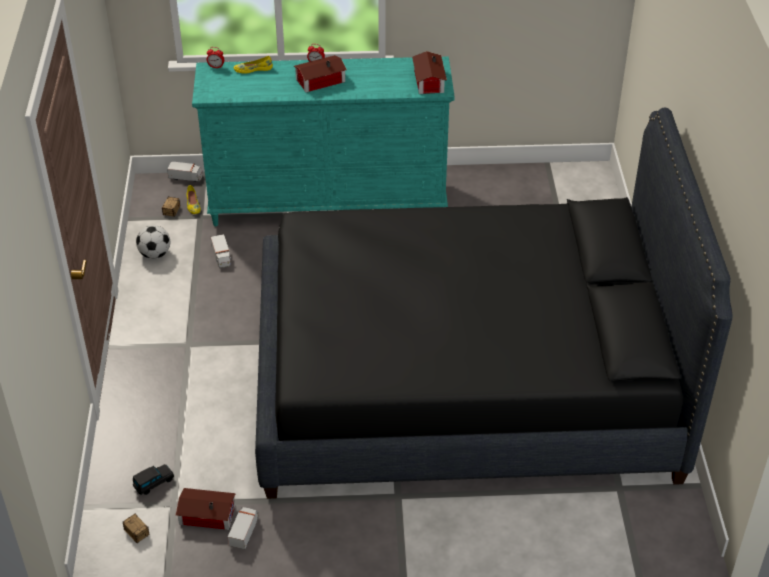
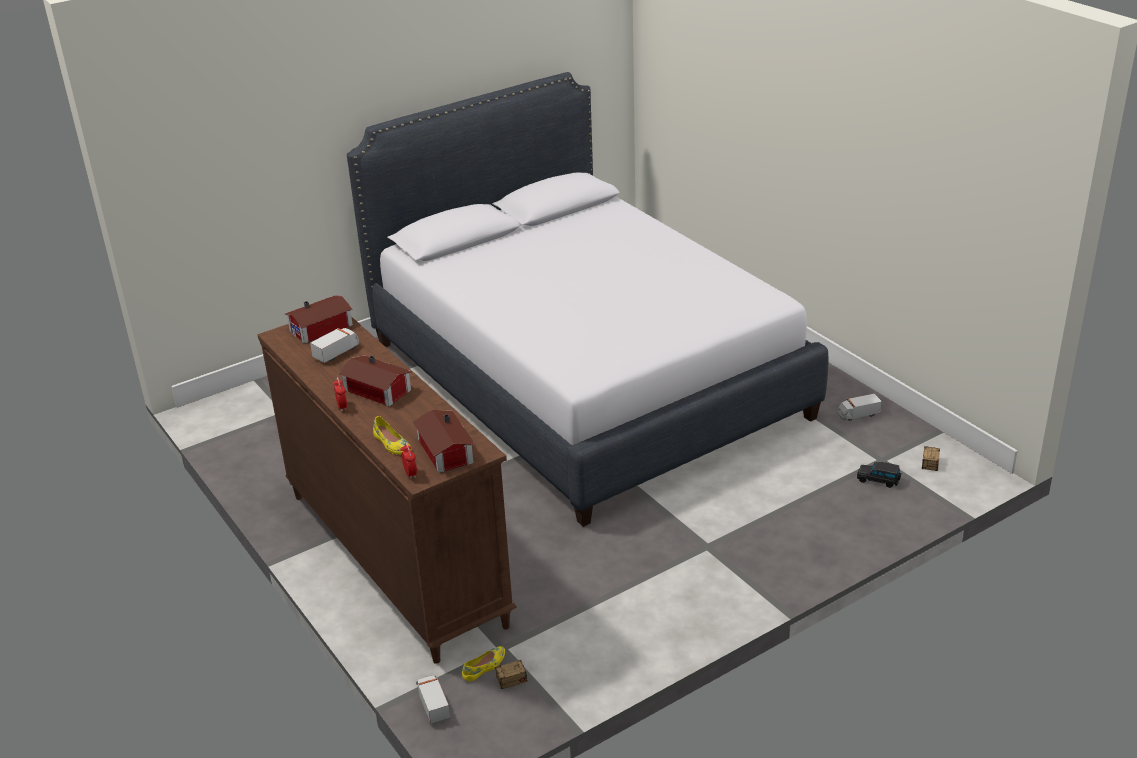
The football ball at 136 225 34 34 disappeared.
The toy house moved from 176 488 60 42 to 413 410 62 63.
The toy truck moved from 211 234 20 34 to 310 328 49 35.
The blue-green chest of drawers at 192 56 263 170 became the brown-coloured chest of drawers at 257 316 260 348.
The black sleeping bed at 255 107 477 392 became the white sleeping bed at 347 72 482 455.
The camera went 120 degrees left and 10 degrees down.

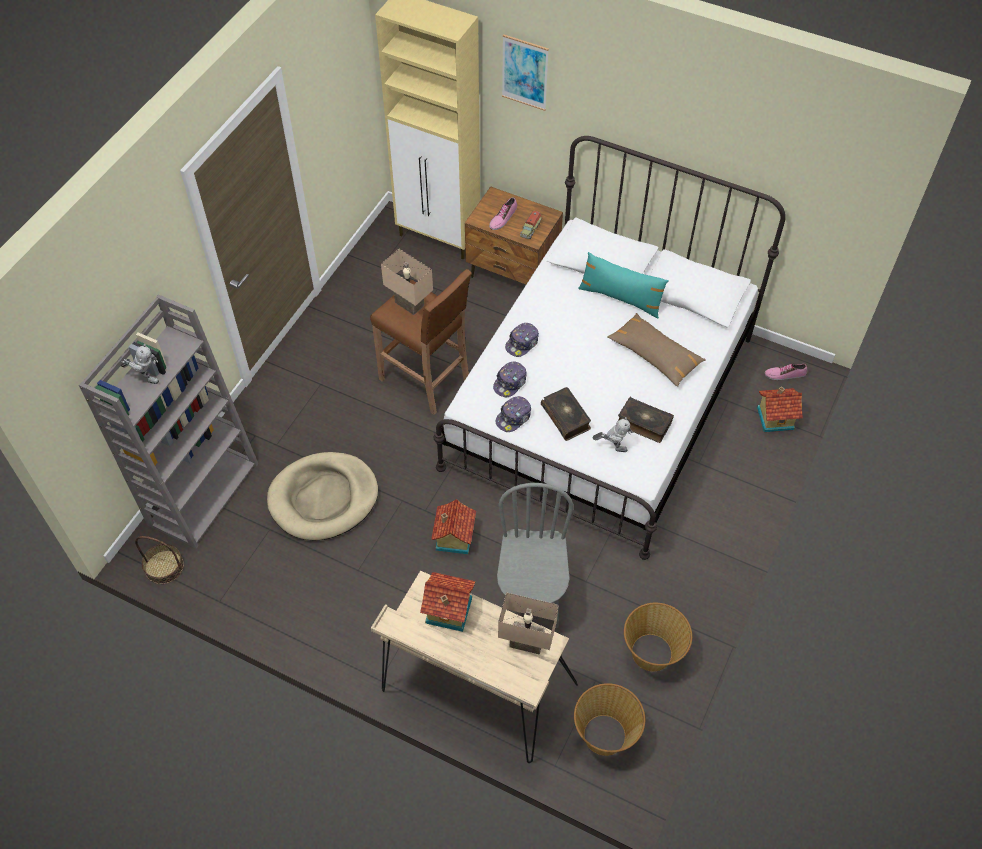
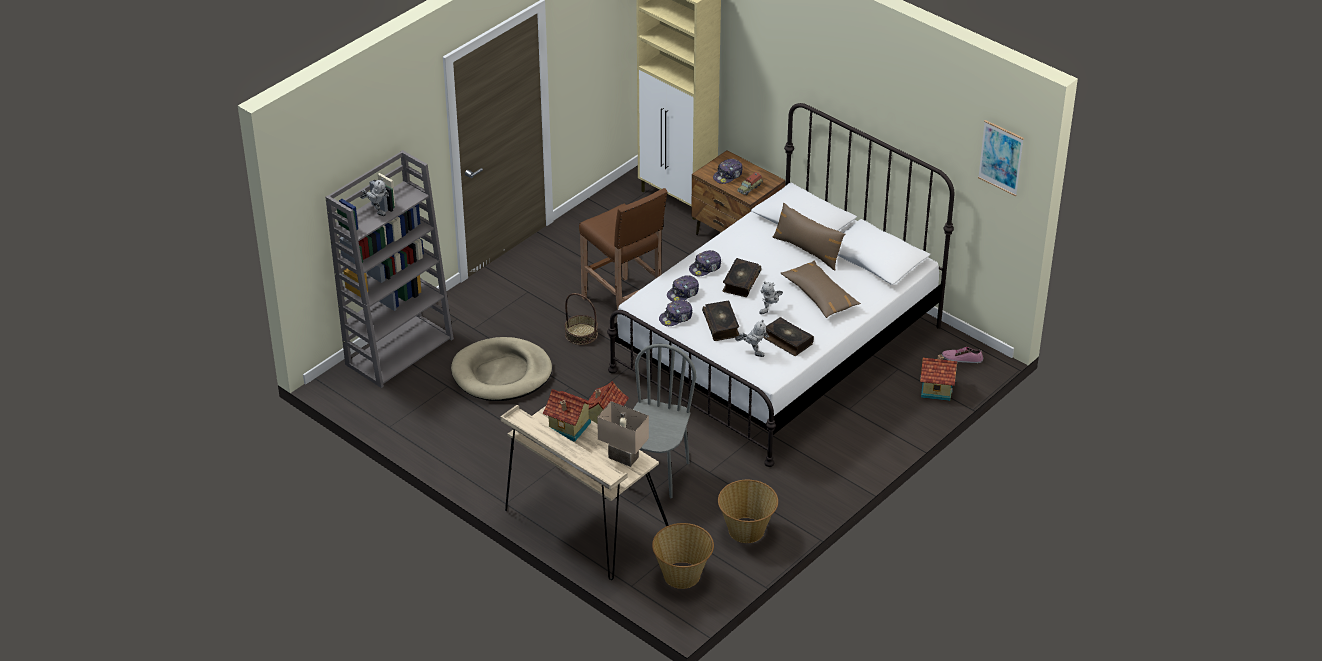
The beige table lamp at 381 249 52 66 disappeared.
The book at 723 258 38 39 appeared.
The model robot at 759 281 24 33 appeared.
The household basket moved from 135 536 49 48 to 565 293 33 52.
The picture moved from 502 34 47 77 to 978 120 46 76.
The shoe at 489 197 28 33 was replaced by the cap at 713 159 30 25.
The blue-green throw pillow at 578 252 91 66 became the brown-coloured throw pillow at 773 202 72 68.
The camera went 15 degrees right and 15 degrees down.

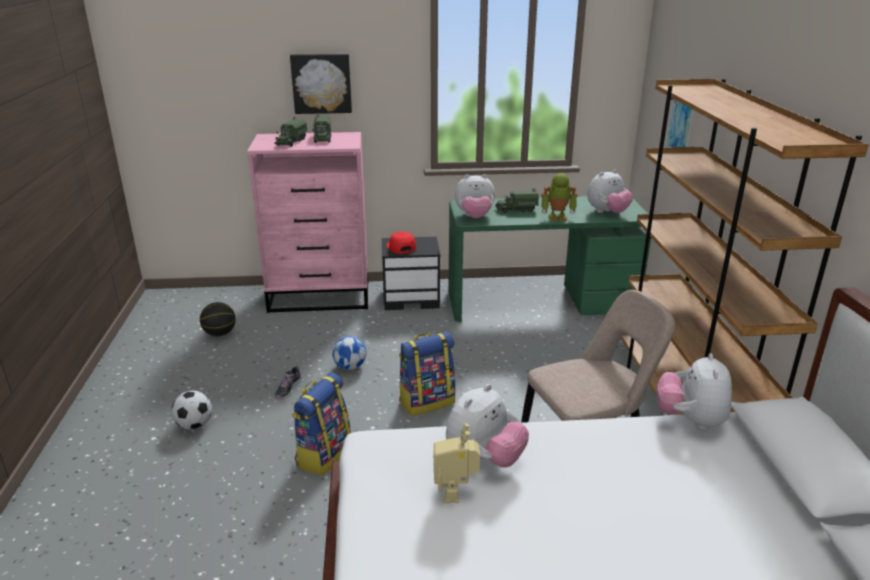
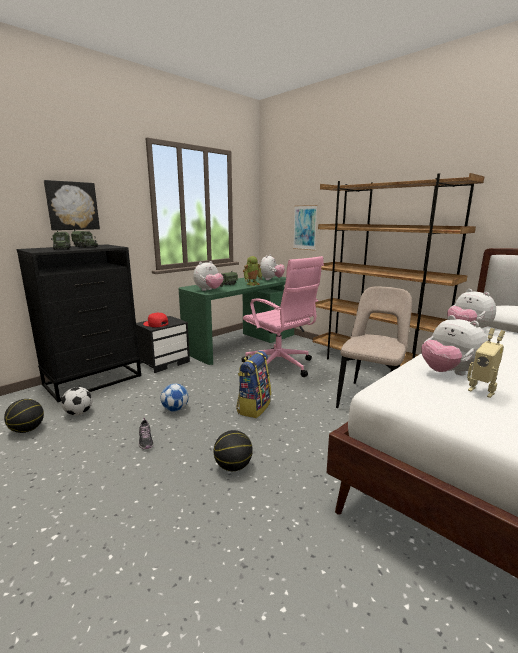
The pink computer chair at 242 256 82 121 appeared.
The football ball moved from 171 391 41 39 to 61 387 31 28.
The backpack at 292 373 59 103 was replaced by the basketball ball at 214 430 39 41.
The pink chest of drawers at 247 132 122 181 became the black chest of drawers at 17 244 124 158.
The soft toy at 446 384 83 83 turned 150 degrees clockwise.
The camera went 40 degrees left and 10 degrees down.

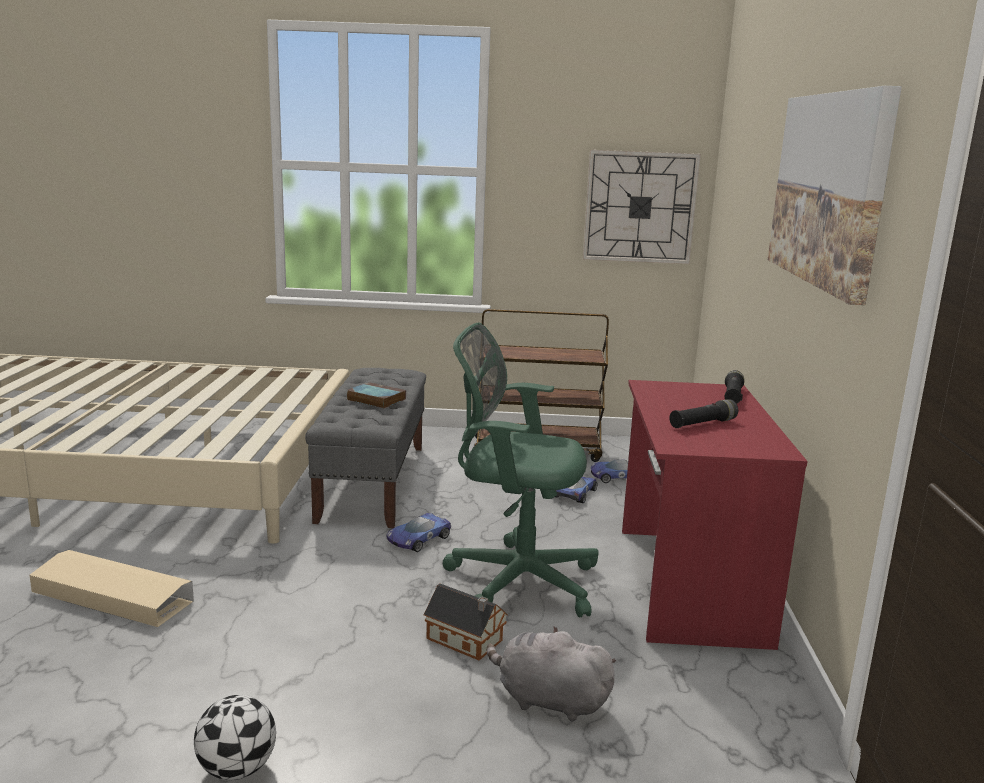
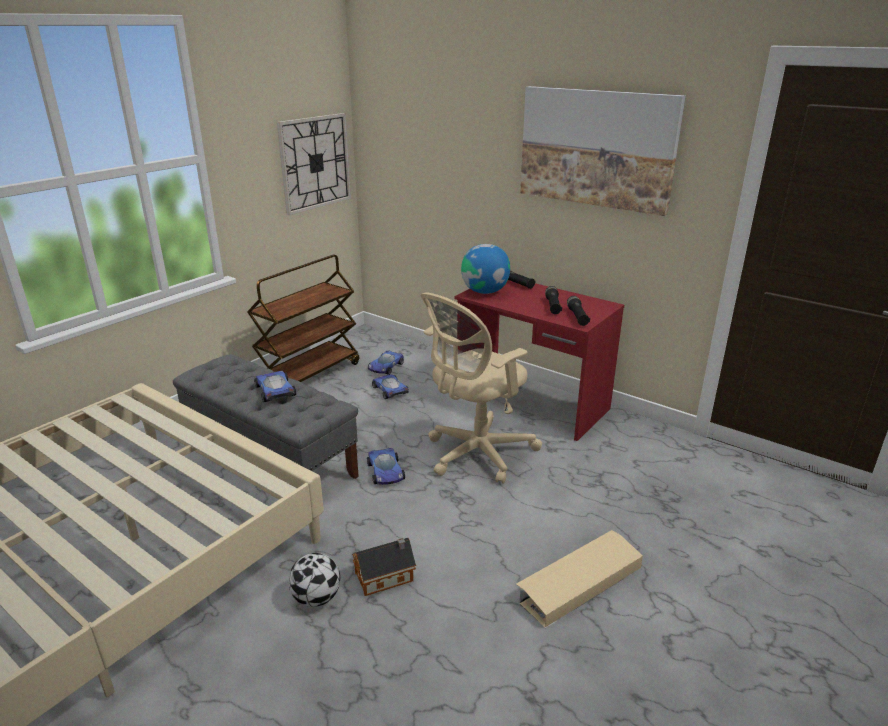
The gray soft toy at 486 626 130 95 disappeared.
The world globe at 461 244 49 50 appeared.
The black torch at 567 296 23 30 appeared.
The beige storage container moved from 30 550 164 77 to 516 530 127 98.
The football ball moved from 194 695 82 85 to 288 553 52 54.
The toy house moved from 424 584 84 77 to 352 538 64 58.
The book at 347 382 59 27 was replaced by the model car at 254 371 42 31.
The green-coloured computer chair at 442 323 157 295 became the beige computer chair at 420 292 122 192.
The camera went 55 degrees left and 10 degrees up.

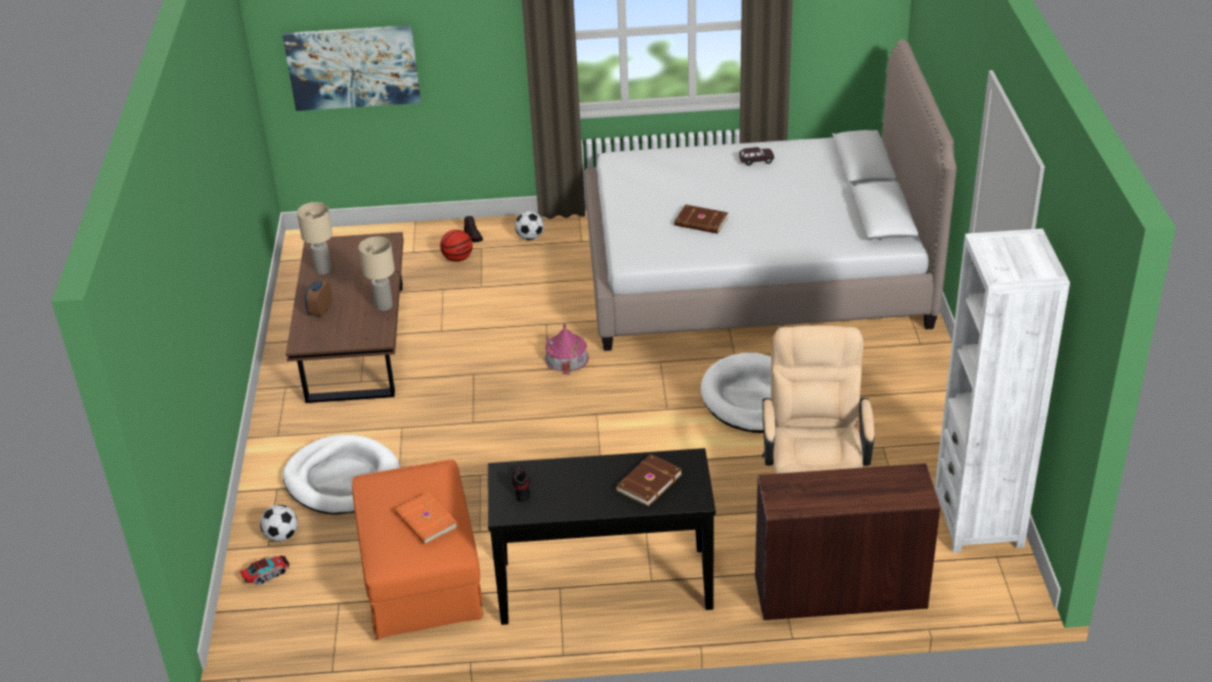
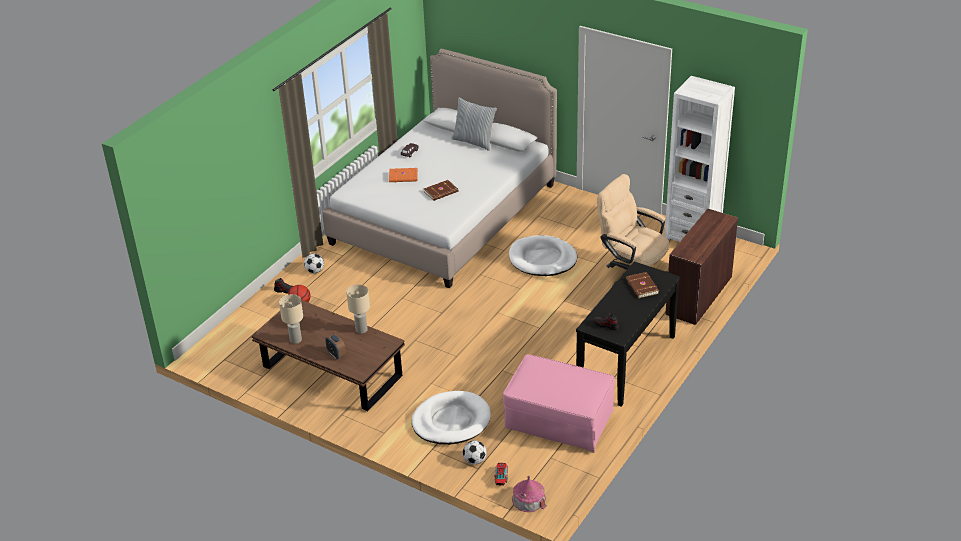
The picture at 283 25 138 86 disappeared.
The throw pillow at 451 98 46 53 appeared.
The orangey book moved from 395 492 63 52 to 389 168 29 14.
The toy house moved from 545 323 44 52 to 512 476 35 36.
The orangey ottoman at 352 460 131 180 became the pink ottoman at 503 354 112 99.
The camera went 55 degrees left and 0 degrees up.

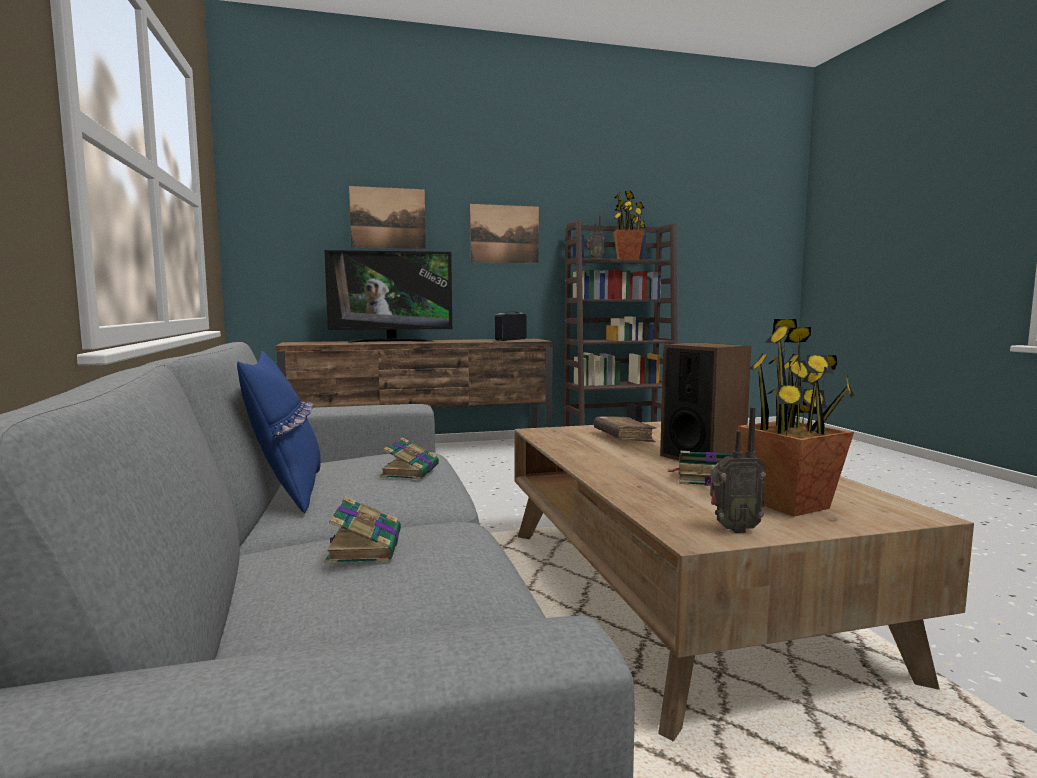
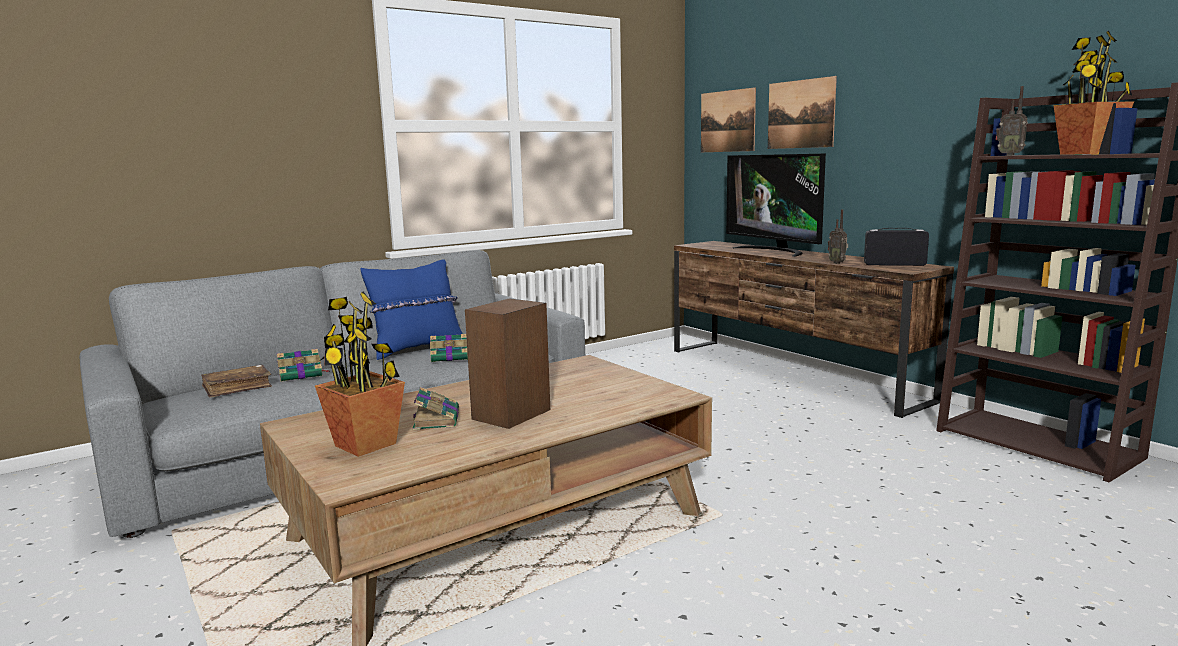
The picture moved from 470 204 69 59 to 701 87 55 65.
The brown-coloured book moved from 593 416 63 26 to 202 365 70 33.
The radio receiver moved from 710 407 56 126 to 828 209 20 55.
The camera went 70 degrees right and 5 degrees up.

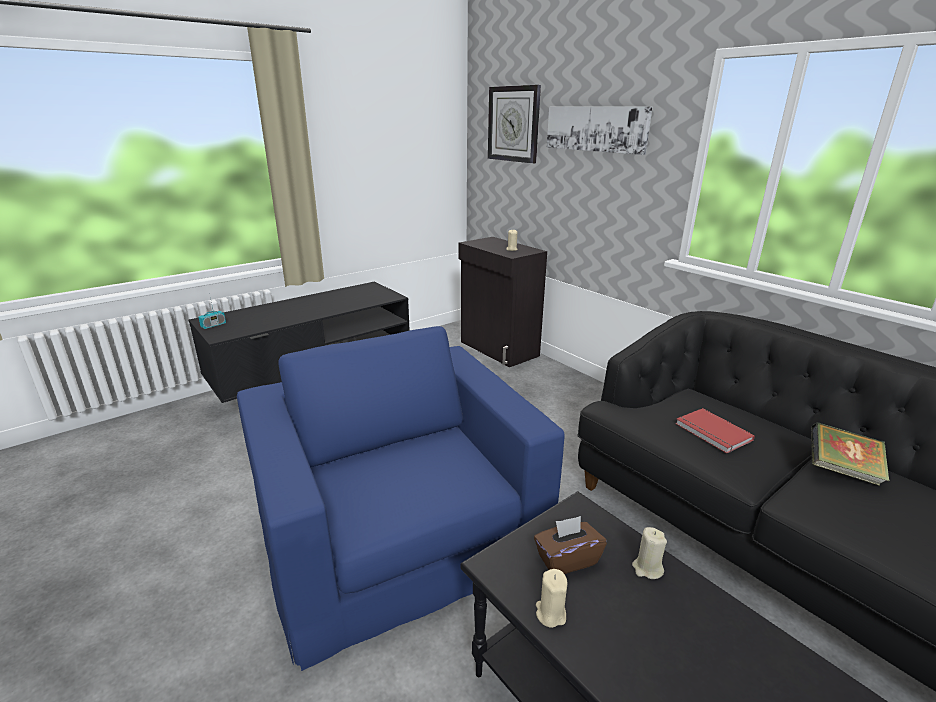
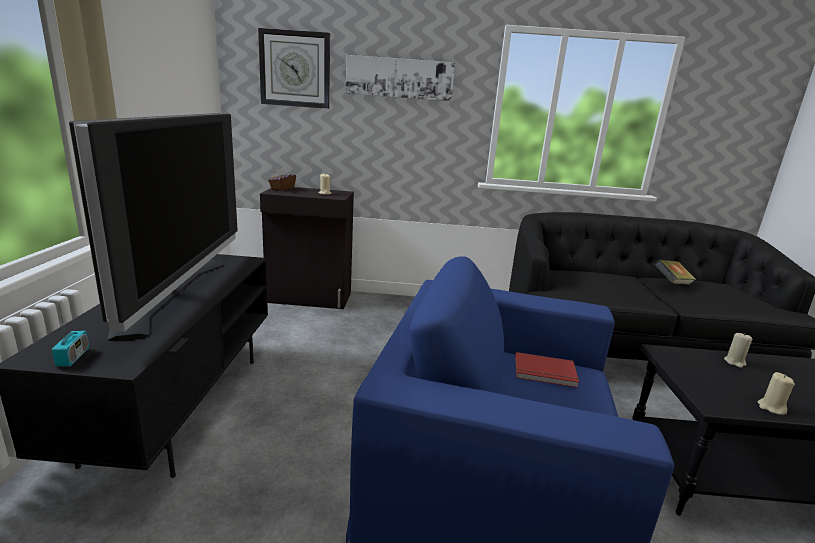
The TV set at 69 113 169 228 appeared.
The brown-coloured box of tissues moved from 534 516 73 58 to 268 168 28 23.
The red book moved from 675 408 80 45 to 515 352 64 36.
The camera went 50 degrees left and 5 degrees down.

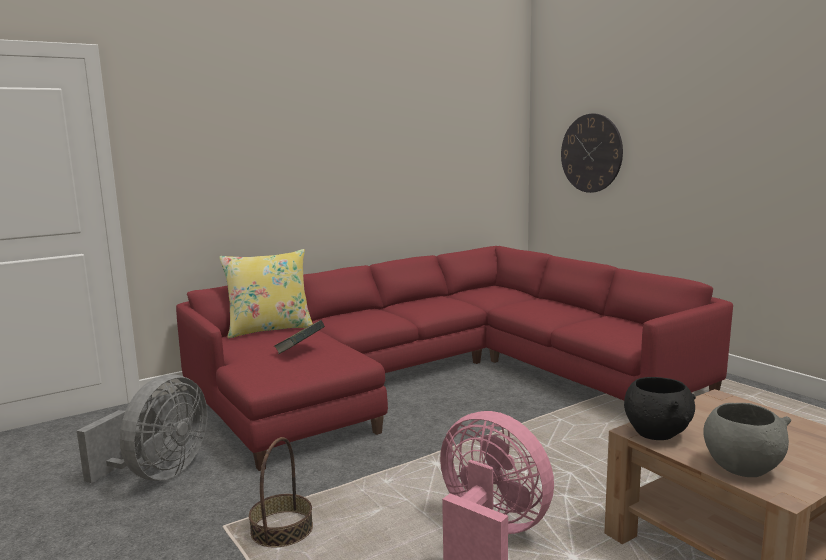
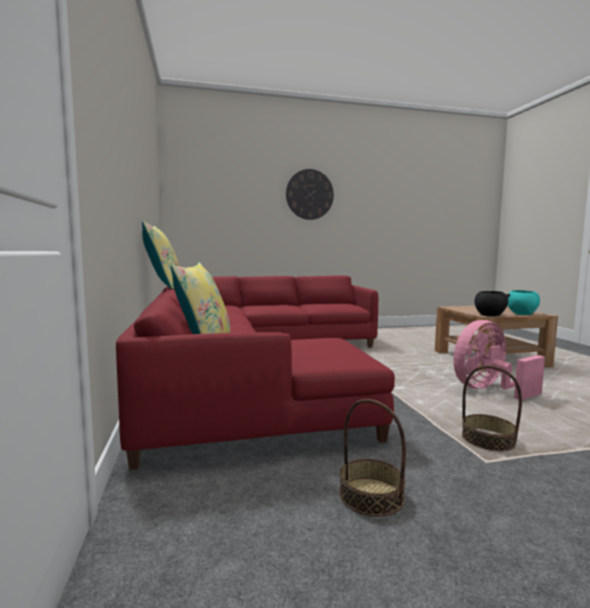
The book at 275 320 50 35 disappeared.
The yellow-coloured throw pillow at 142 221 37 68 appeared.
The clock on the wall moved from 561 114 62 79 to 286 169 48 51.
The gray fan at 77 374 131 109 was replaced by the household basket at 339 399 67 118.
The gray bowl at 703 403 88 74 became the blue-green bowl at 508 290 32 25.
The camera went 70 degrees left and 5 degrees down.

